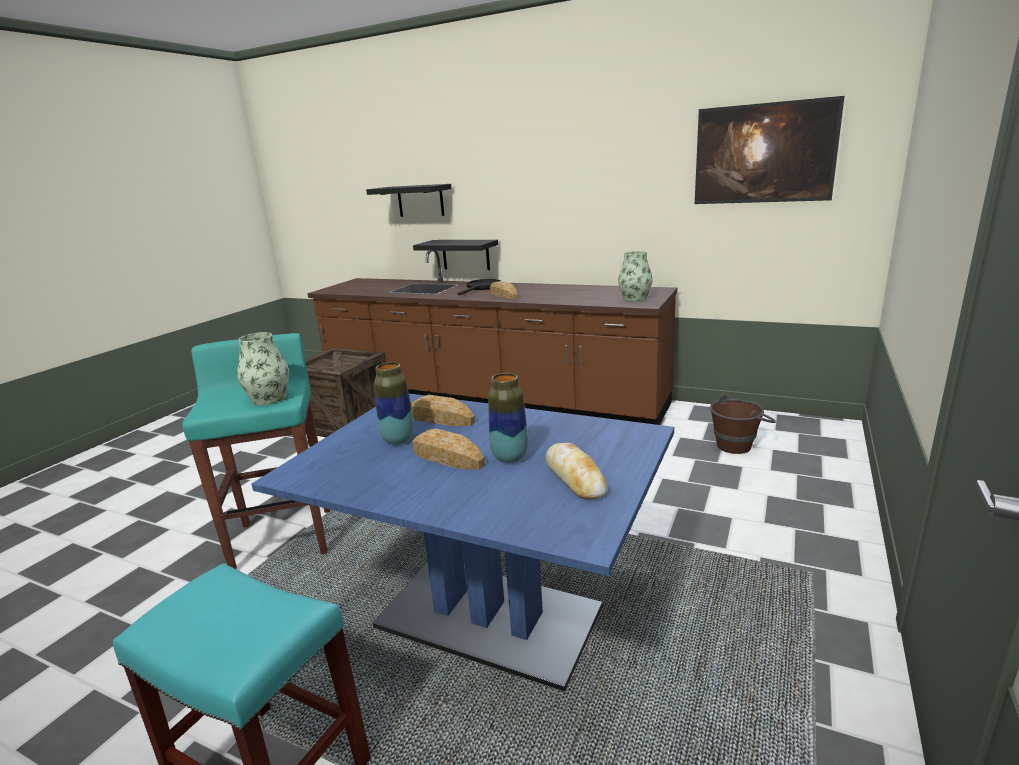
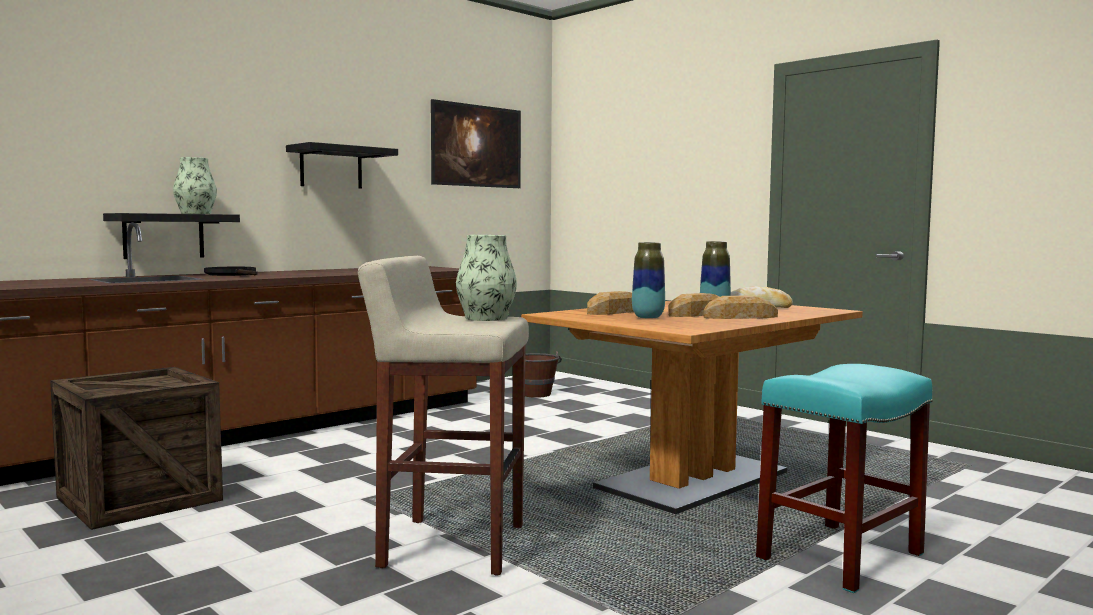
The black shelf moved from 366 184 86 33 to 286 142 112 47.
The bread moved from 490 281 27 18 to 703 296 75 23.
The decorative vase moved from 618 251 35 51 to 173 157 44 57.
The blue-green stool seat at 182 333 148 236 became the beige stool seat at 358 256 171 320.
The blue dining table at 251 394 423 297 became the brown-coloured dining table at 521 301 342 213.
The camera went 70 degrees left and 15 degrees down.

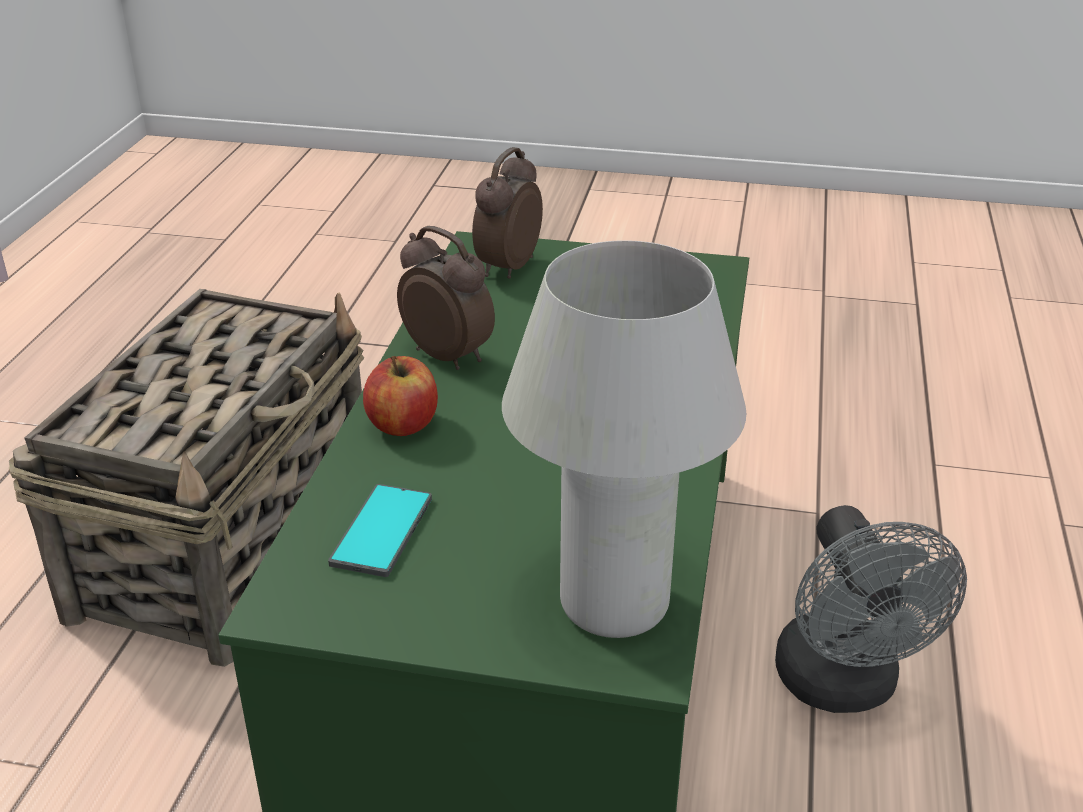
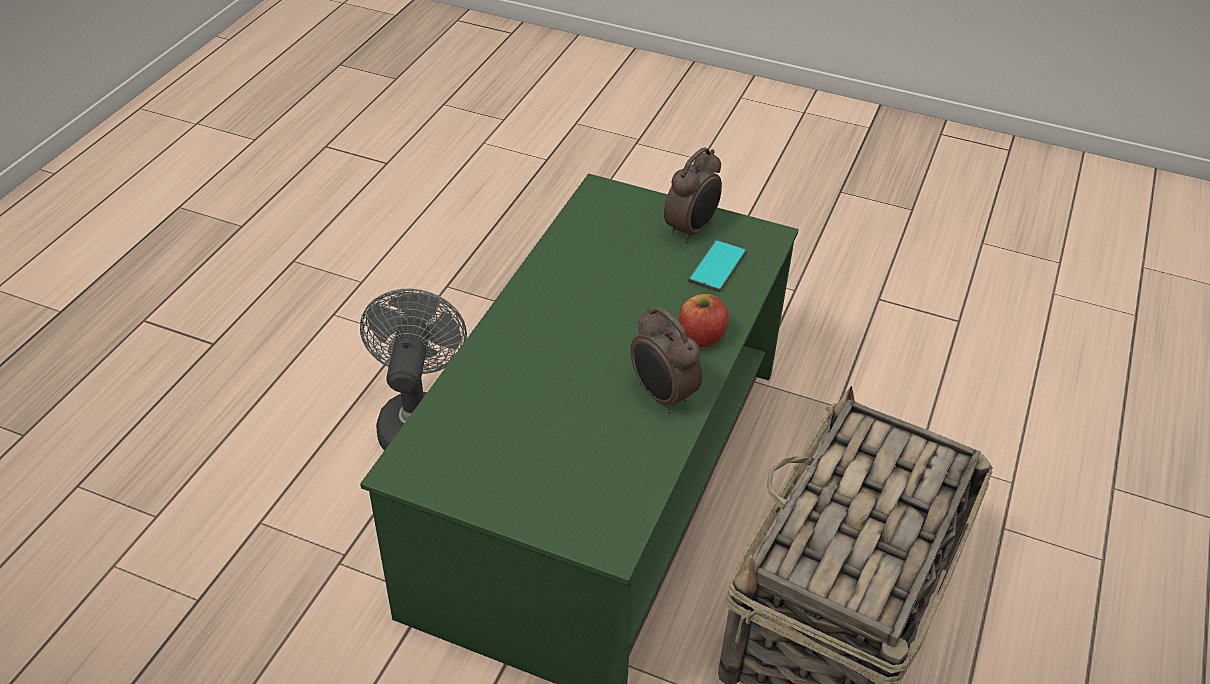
The white table lamp at 502 240 244 398 disappeared.
The table clock moved from 472 147 71 132 to 664 147 58 96.
The camera went 170 degrees left and 10 degrees up.

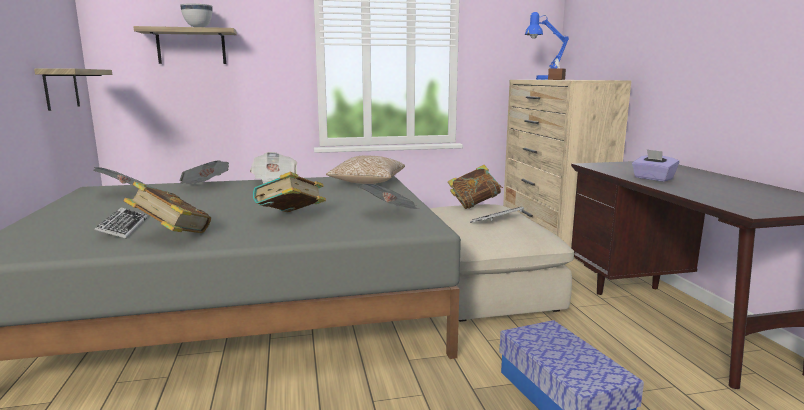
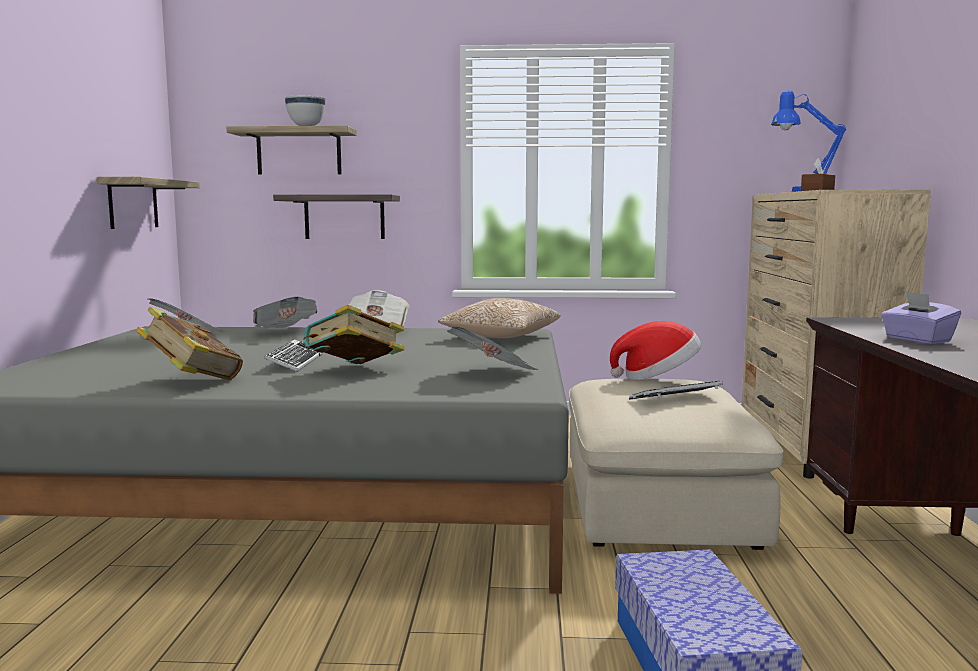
The shelf at 273 195 127 44 appeared.
The computer keyboard moved from 94 207 53 32 to 264 339 59 33.
The book at 448 165 55 44 was replaced by the hat at 610 321 91 59.
The camera went 15 degrees right and 5 degrees down.

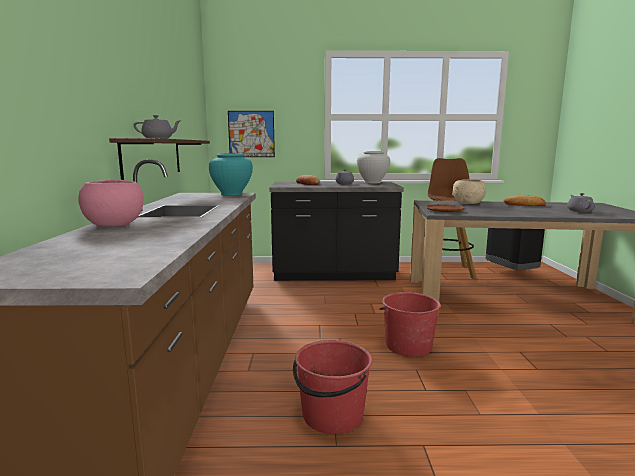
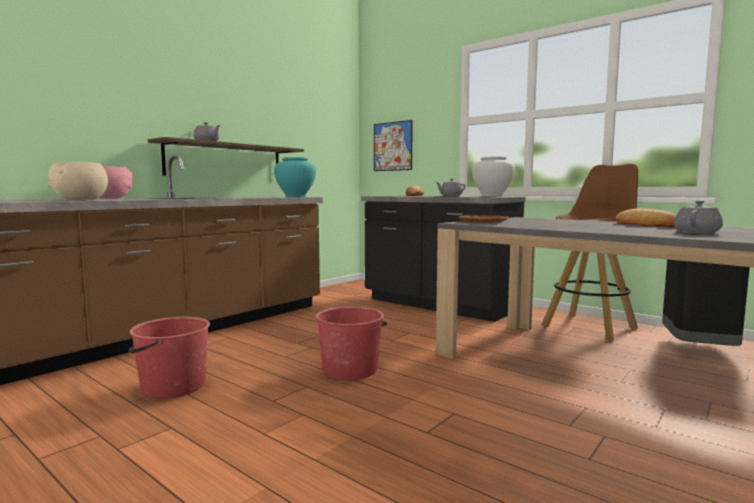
The beige bowl moved from 452 179 34 25 to 47 162 61 38.
The camera went 40 degrees right and 5 degrees down.

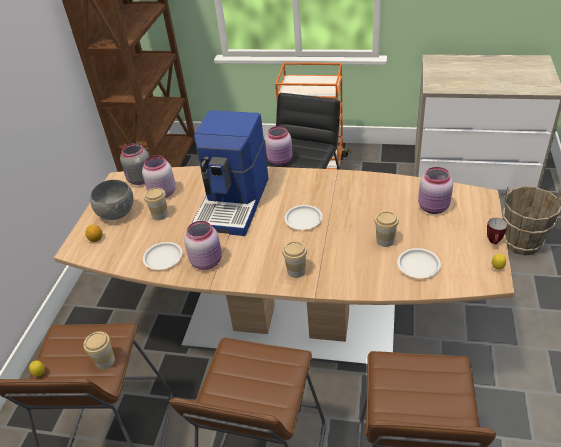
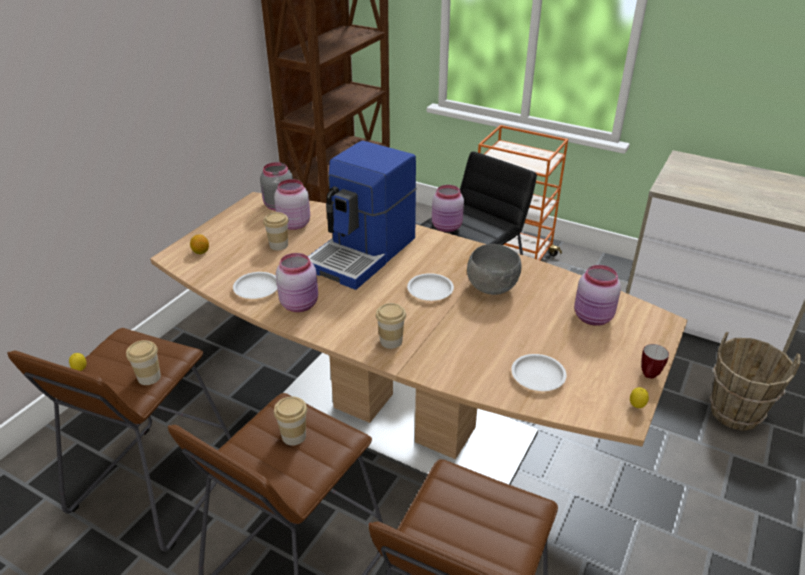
The gray bowl moved from 90 180 44 40 to 467 244 55 51.
The cup moved from 374 211 25 36 to 274 397 33 49.
The camera went 15 degrees right and 5 degrees down.

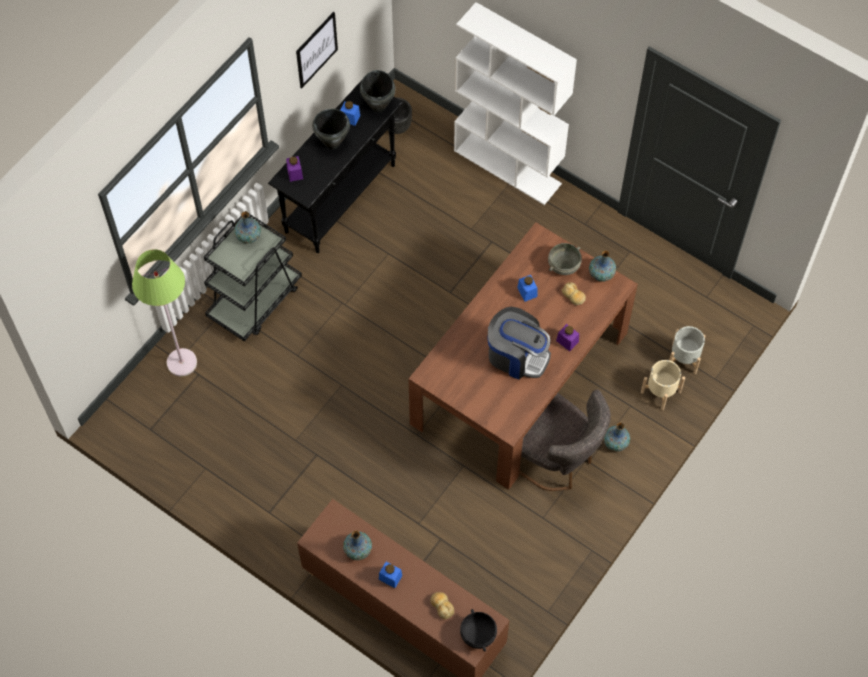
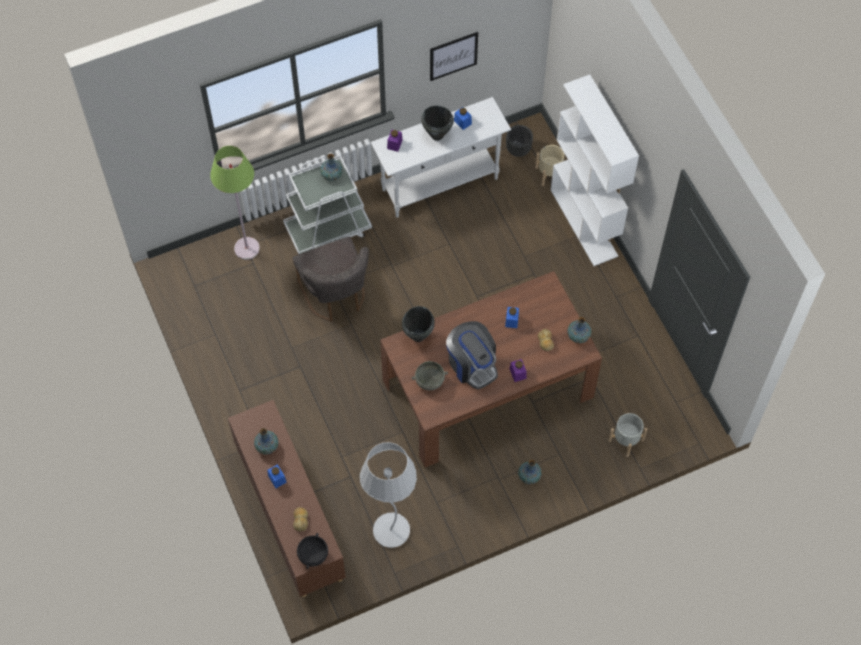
The white floor lamp at 360 442 57 106 appeared.
The black stockpot moved from 360 70 35 42 to 402 306 33 36.
The gray chair moved from 519 389 92 102 to 292 237 77 85.
The gray bowl moved from 548 243 34 32 to 412 361 36 29.
The beige flower pot moved from 641 360 44 50 to 535 145 29 41.
The black trolley at 204 214 98 128 became the white trolley at 283 155 89 99.
The black hall table at 268 79 135 174 became the white hall table at 371 97 140 120.
The camera went 30 degrees right and 0 degrees up.

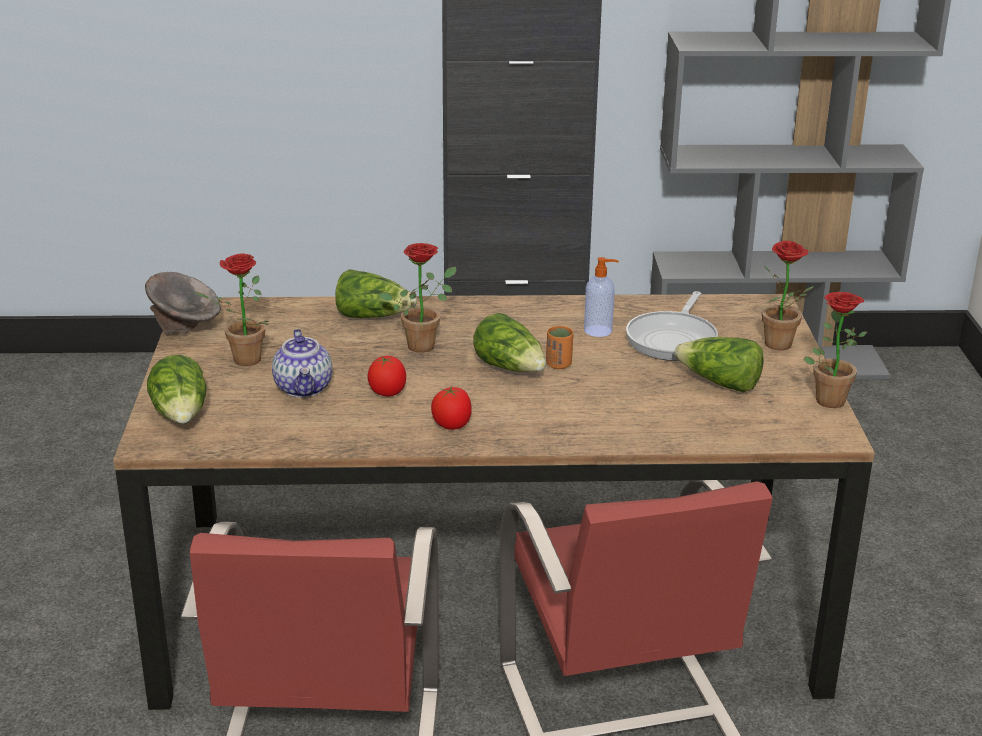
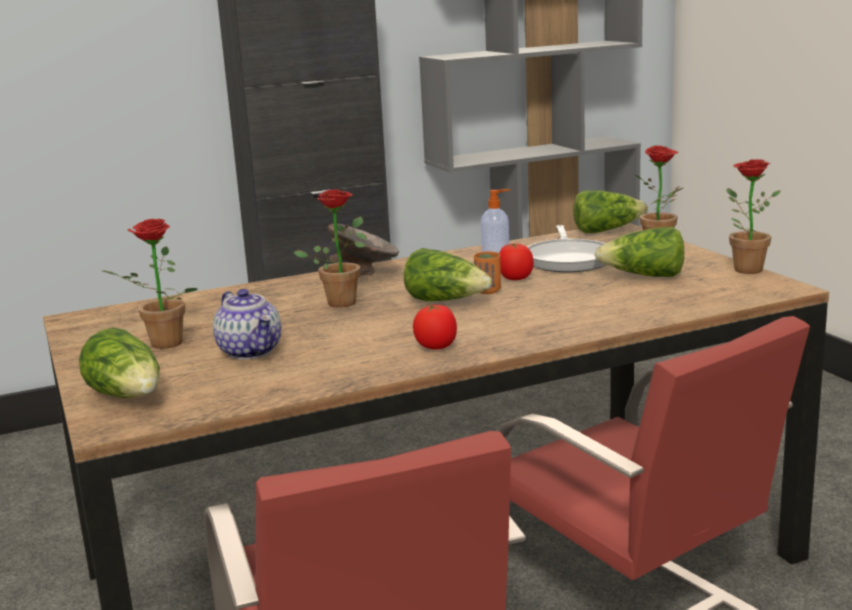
The gray bowl moved from 145 272 76 62 to 328 224 71 52.
The lettuce moved from 335 269 82 49 to 573 190 75 43.
The fresh tomato moved from 367 355 39 42 to 499 243 35 37.
The camera went 20 degrees left and 10 degrees down.

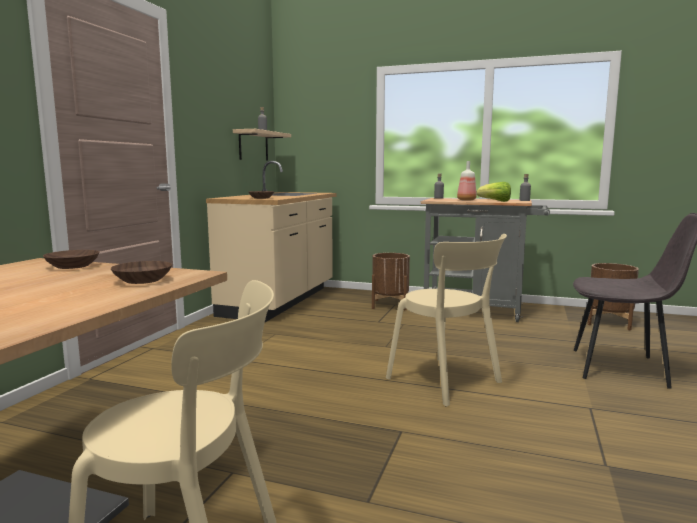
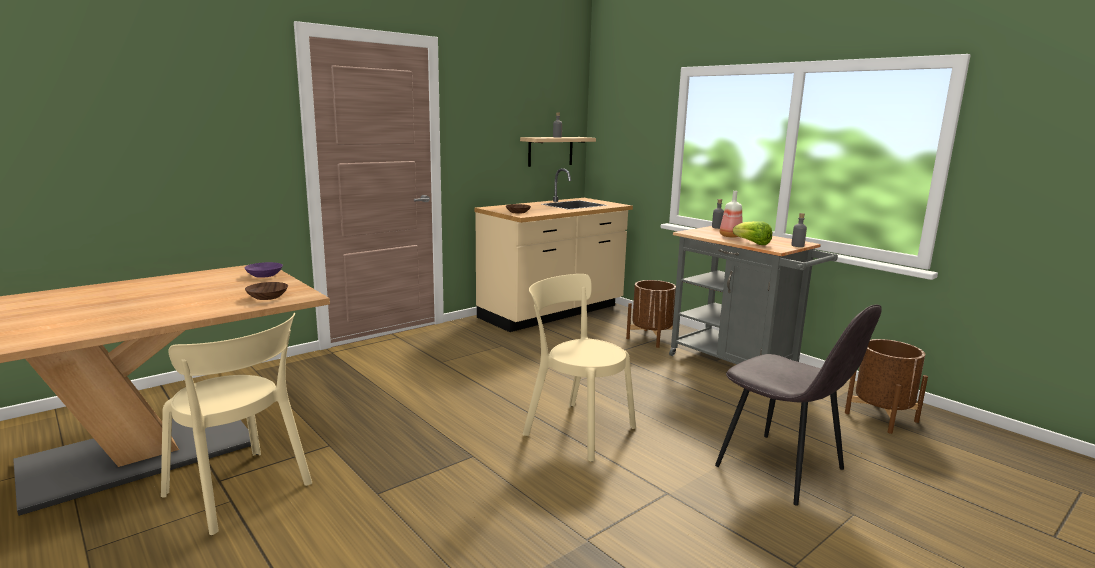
The brown-coloured bowl at 43 250 56 19 became the purple bowl at 245 262 38 16.
The beige chair at 386 234 121 173 turned 135 degrees clockwise.
The camera went 30 degrees right and 5 degrees up.

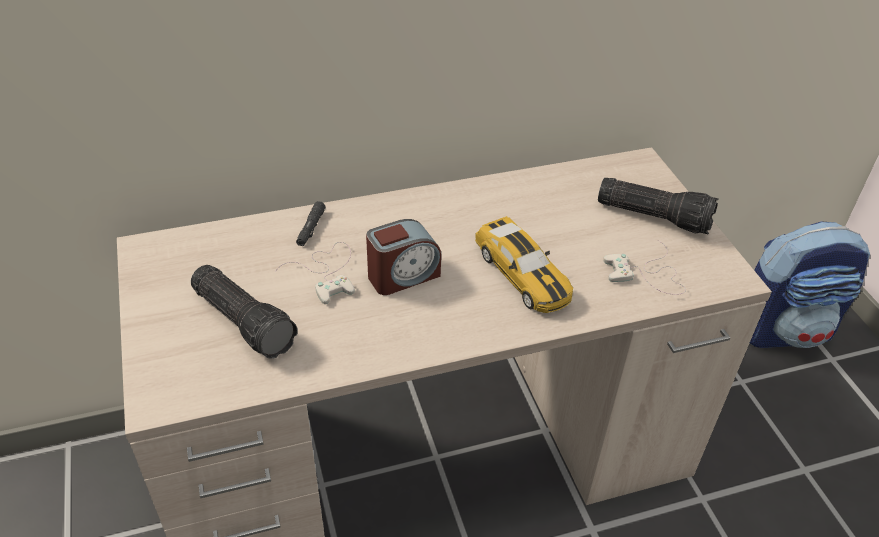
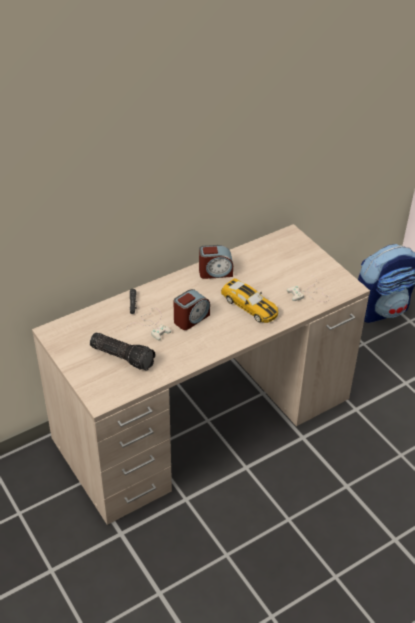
The torch at 598 178 121 57 disappeared.
The table clock at 199 245 34 34 appeared.
The camera went 15 degrees left and 0 degrees up.

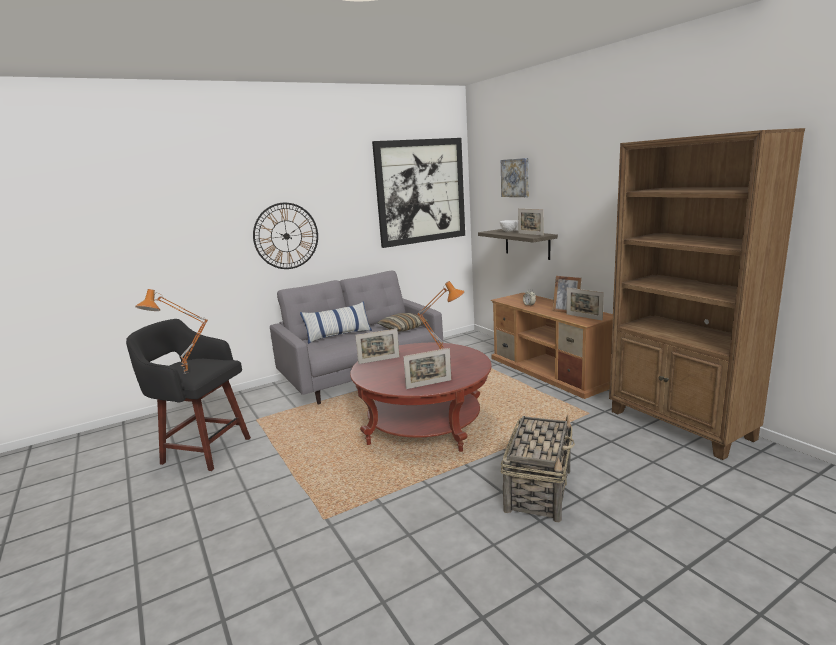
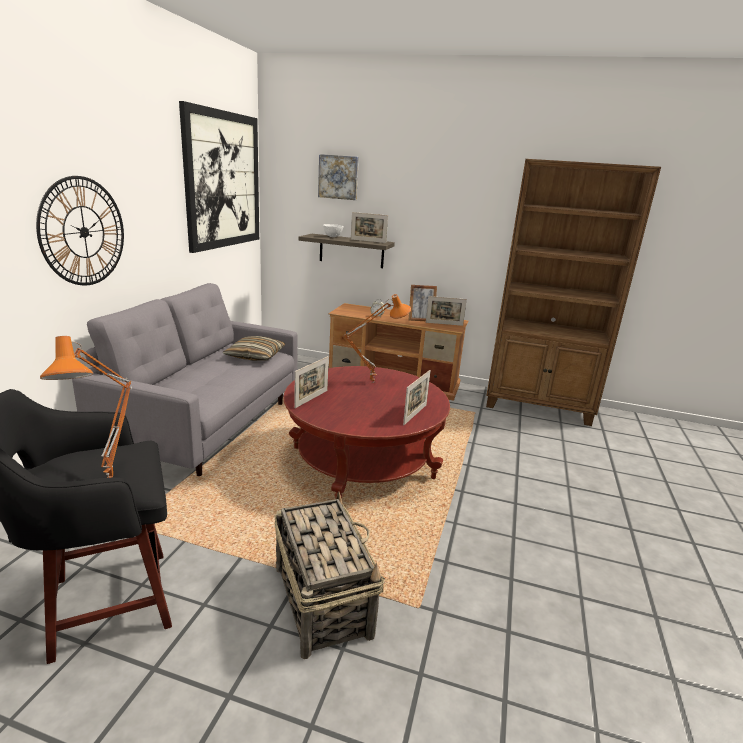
The throw pillow at 300 302 72 42 disappeared.
The household basket moved from 501 415 74 107 to 274 492 111 167.
The camera went 45 degrees left and 5 degrees up.

